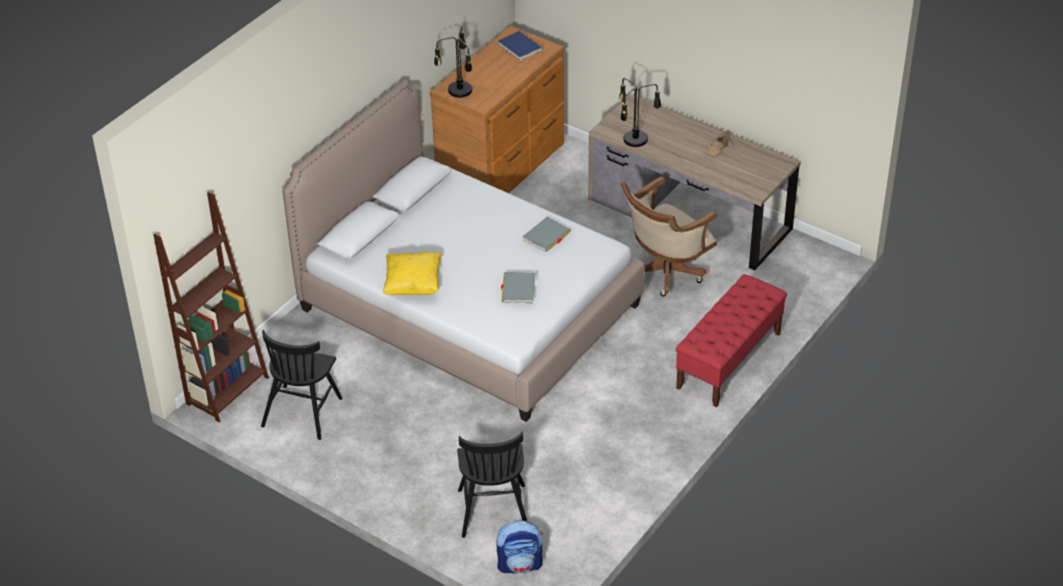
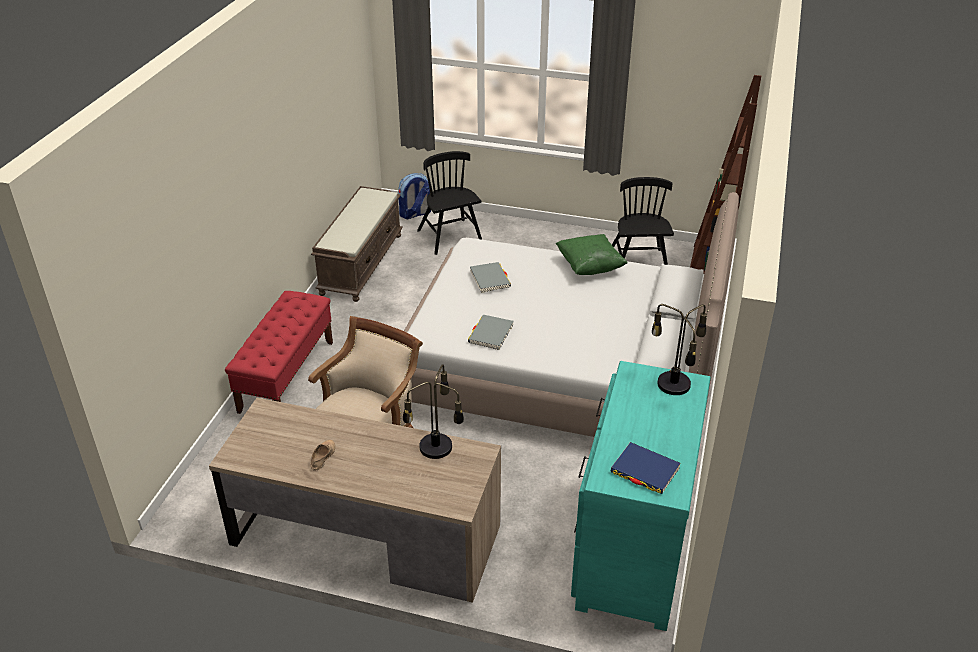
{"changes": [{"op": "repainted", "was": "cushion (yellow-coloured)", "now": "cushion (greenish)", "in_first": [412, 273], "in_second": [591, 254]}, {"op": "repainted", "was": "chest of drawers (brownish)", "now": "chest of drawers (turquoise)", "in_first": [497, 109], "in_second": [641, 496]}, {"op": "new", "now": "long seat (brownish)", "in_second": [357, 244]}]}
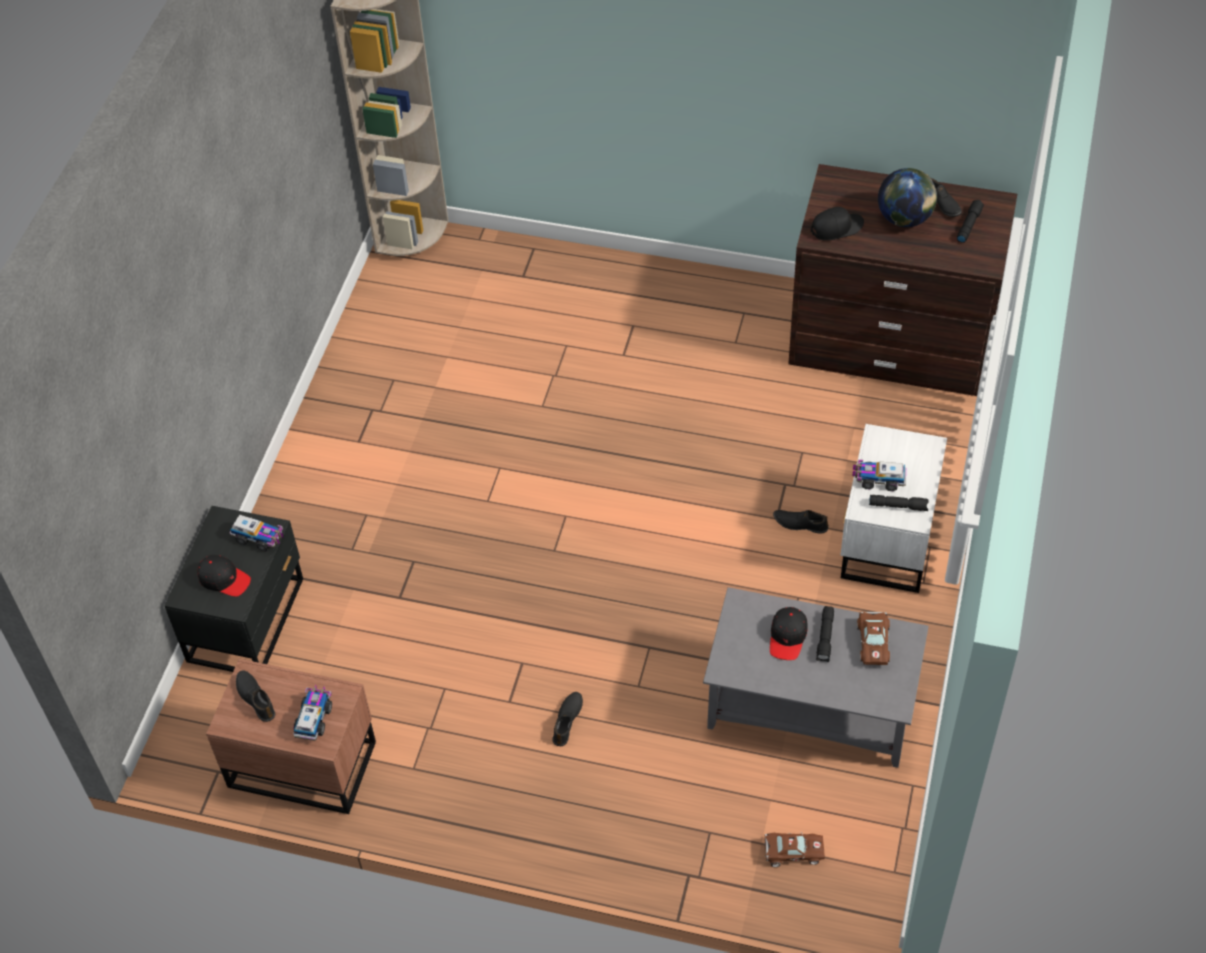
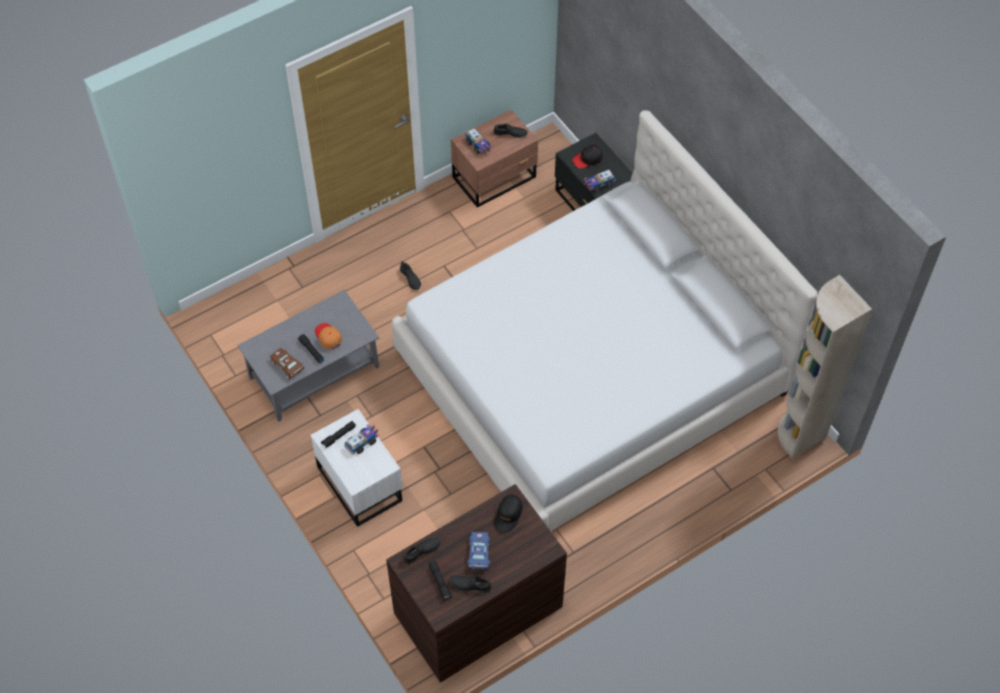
{"changes": [{"op": "gone", "was": "toy car (brownish)", "in_first": [794, 849]}, {"op": "repainted", "was": "baseball cap (blackish)", "now": "baseball cap (orange)", "in_first": [789, 633], "in_second": [328, 336]}, {"op": "shifted", "was": "low shoe (blackish)", "in_first": [801, 522], "in_second": [421, 551]}, {"op": "swapped", "was": "world globe", "now": "toy car (bluish)", "in_first": [907, 197], "in_second": [478, 551]}, {"op": "new", "now": "bed (white)", "in_second": [605, 320]}]}
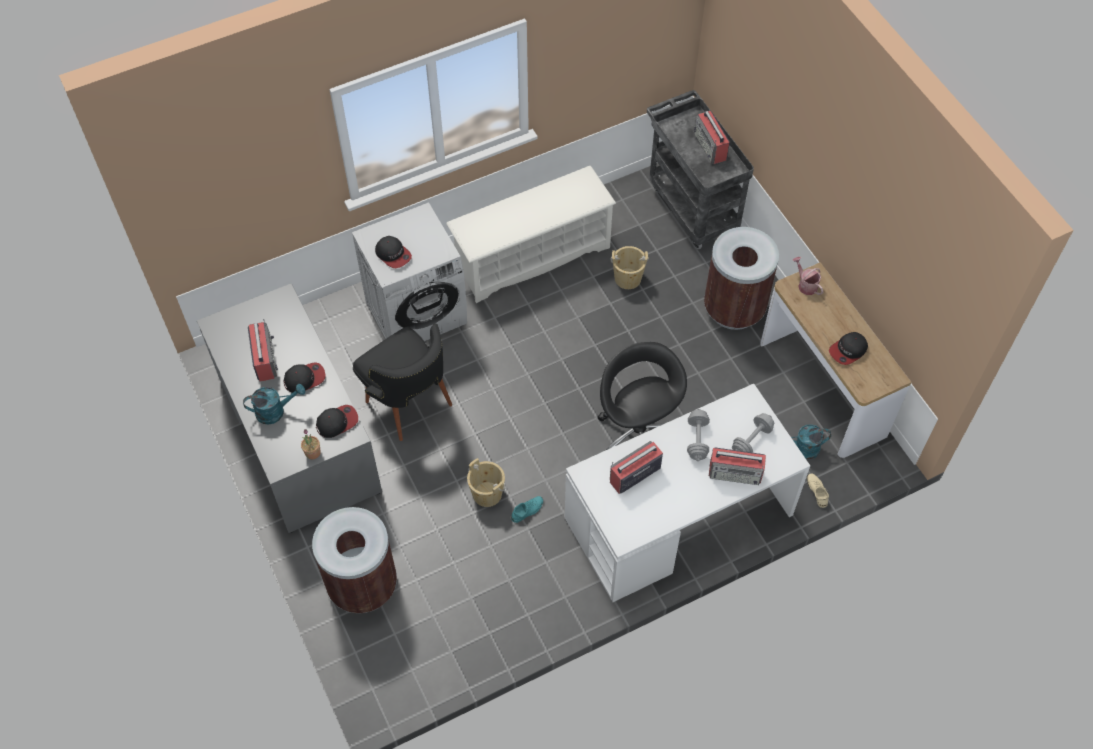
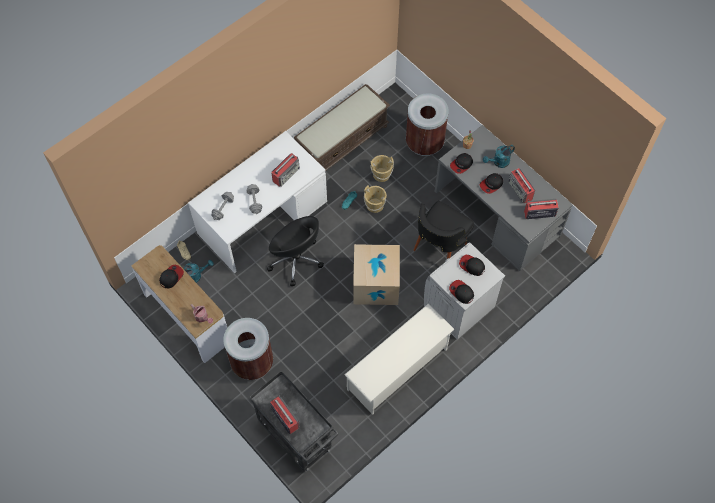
{"changes": [{"op": "rotated", "was": "plain chair (blackish)", "in_first": [402, 382], "in_second": [443, 230], "clockwise": -90}, {"op": "shifted", "was": "bucket (sand-coloured)", "in_first": [629, 267], "in_second": [382, 168]}, {"op": "shifted", "was": "radio set", "in_first": [737, 466], "in_second": [541, 209]}, {"op": "new", "now": "long seat (brownish)", "in_second": [342, 127]}, {"op": "new", "now": "packing box", "in_second": [376, 274]}, {"op": "new", "now": "baseball cap", "in_second": [461, 292]}]}
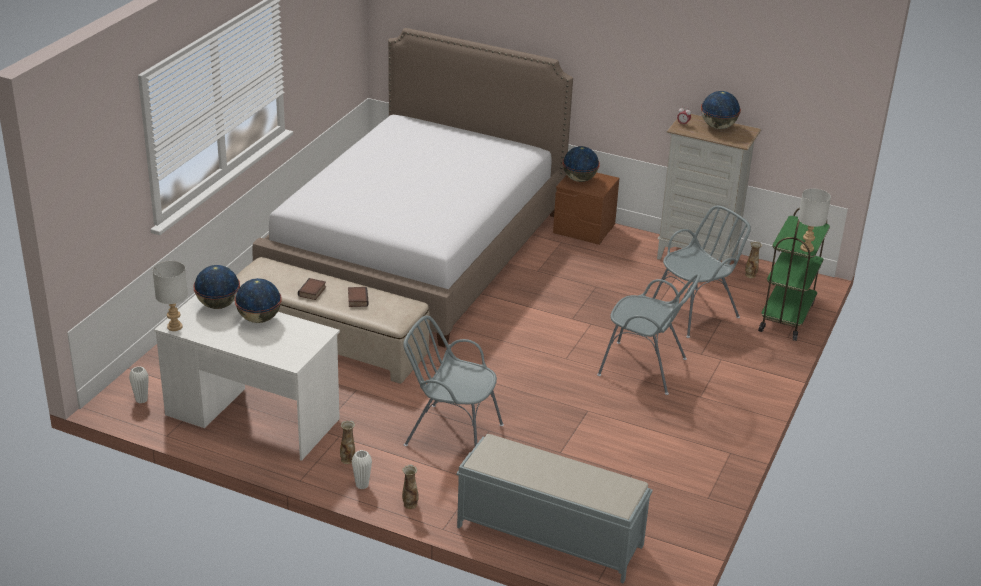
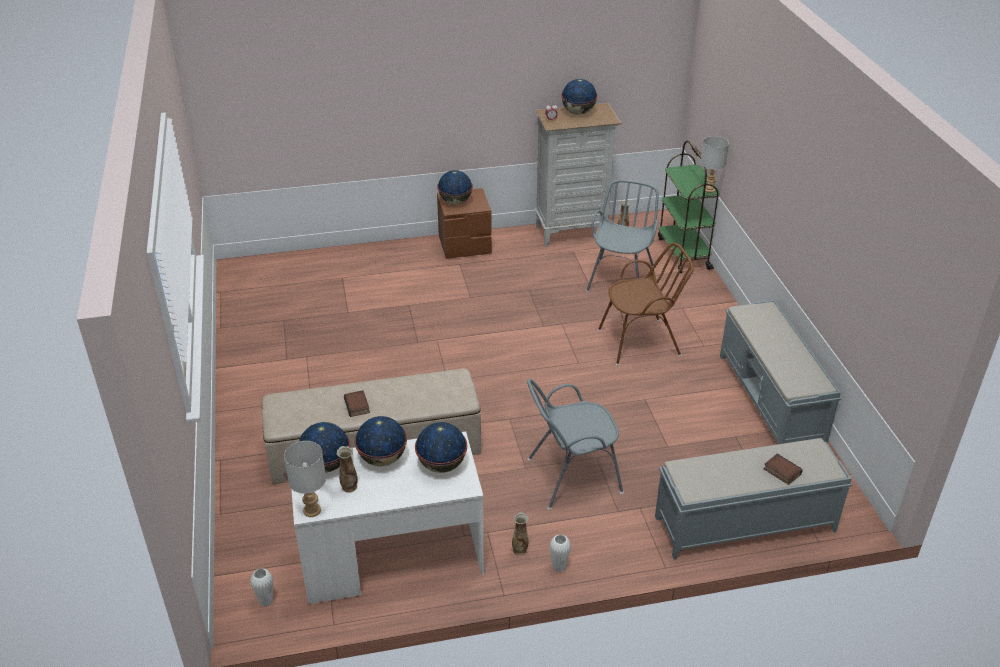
{"changes": [{"op": "gone", "was": "bed", "in_first": [412, 188]}, {"op": "shifted", "was": "volume", "in_first": [358, 297], "in_second": [783, 469]}, {"op": "shifted", "was": "decorative vase", "in_first": [410, 486], "in_second": [347, 469]}, {"op": "repainted", "was": "plain chair (greyish)", "now": "plain chair (brownish)", "in_first": [649, 334], "in_second": [646, 304]}, {"op": "new", "now": "world globe", "in_second": [441, 447]}, {"op": "new", "now": "long seat (greyish)", "in_second": [780, 372]}]}
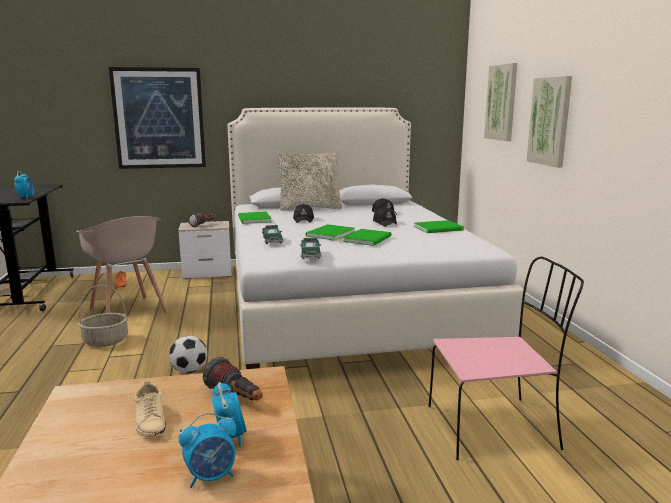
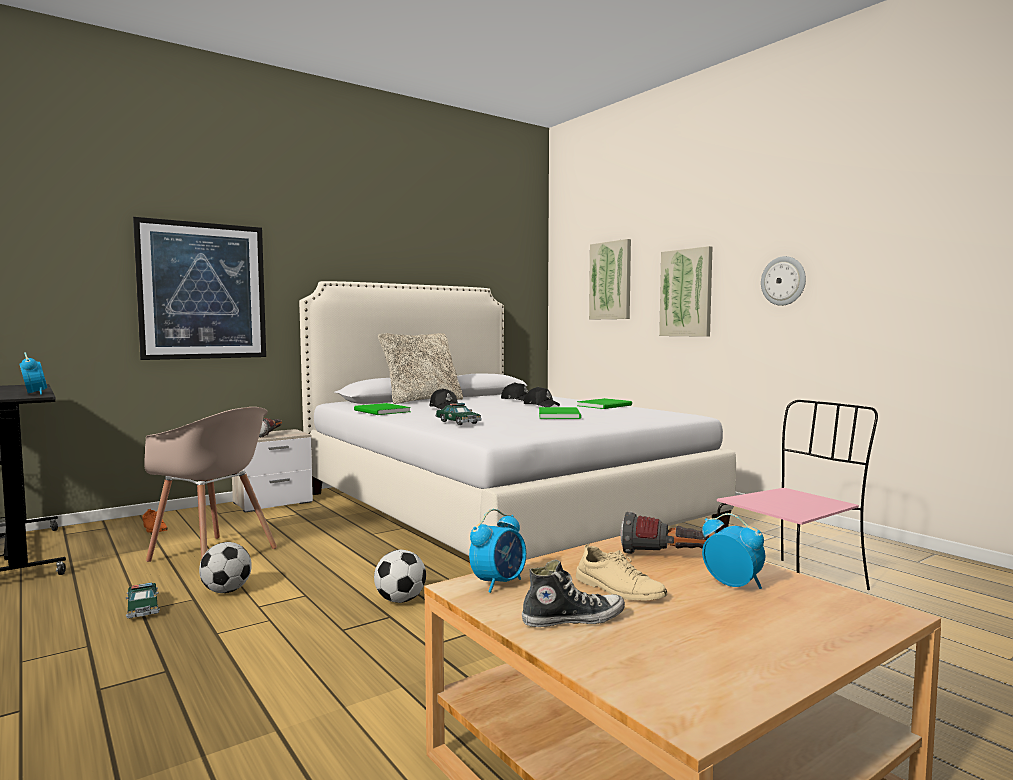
{"changes": [{"op": "swapped", "was": "household basket", "now": "football", "in_first": [103, 316], "in_second": [225, 567]}, {"op": "shifted", "was": "table clock", "in_first": [208, 450], "in_second": [497, 551]}, {"op": "shifted", "was": "toy car", "in_first": [311, 248], "in_second": [143, 601]}, {"op": "gone", "was": "volume (greenish)", "in_first": [330, 232]}, {"op": "new", "now": "low shoe", "in_second": [573, 593]}, {"op": "new", "now": "wall clock", "in_second": [783, 281]}]}
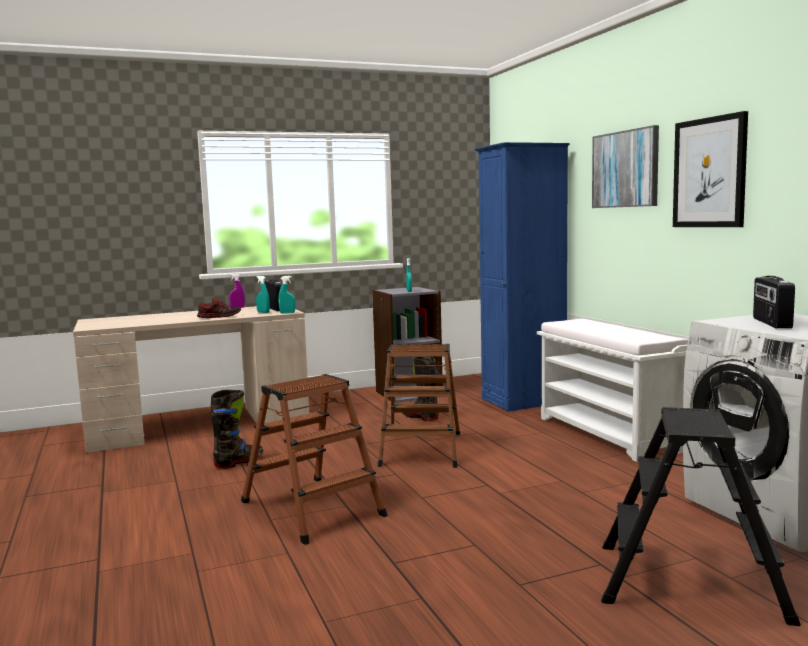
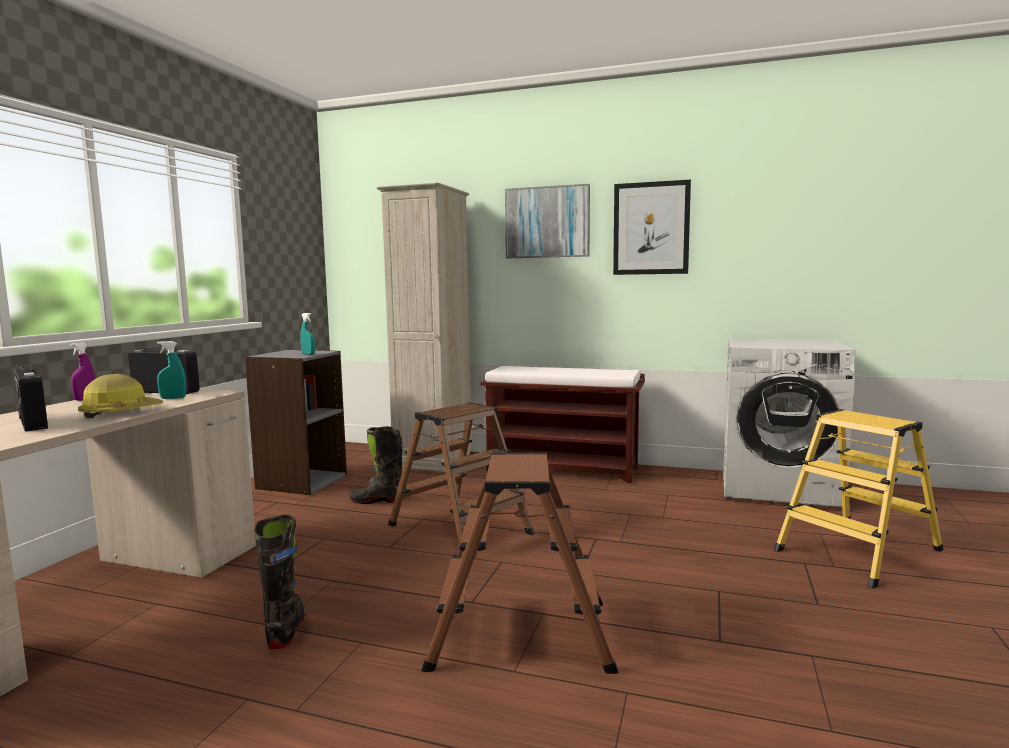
{"changes": [{"op": "swapped", "was": "low shoe", "now": "hard hat", "in_first": [219, 307], "in_second": [121, 396]}, {"op": "gone", "was": "spray bottle (turquoise)", "in_first": [286, 295]}, {"op": "repainted", "was": "cabinet (bluish)", "now": "cabinet (sand-coloured)", "in_first": [522, 276], "in_second": [424, 327]}, {"op": "repainted", "was": "long seat (white)", "now": "long seat (brownish)", "in_first": [612, 390], "in_second": [562, 424]}, {"op": "repainted", "was": "step ladder (blackish)", "now": "step ladder (yellow-coloured)", "in_first": [701, 516], "in_second": [859, 499]}, {"op": "shifted", "was": "radio set", "in_first": [774, 302], "in_second": [31, 398]}]}
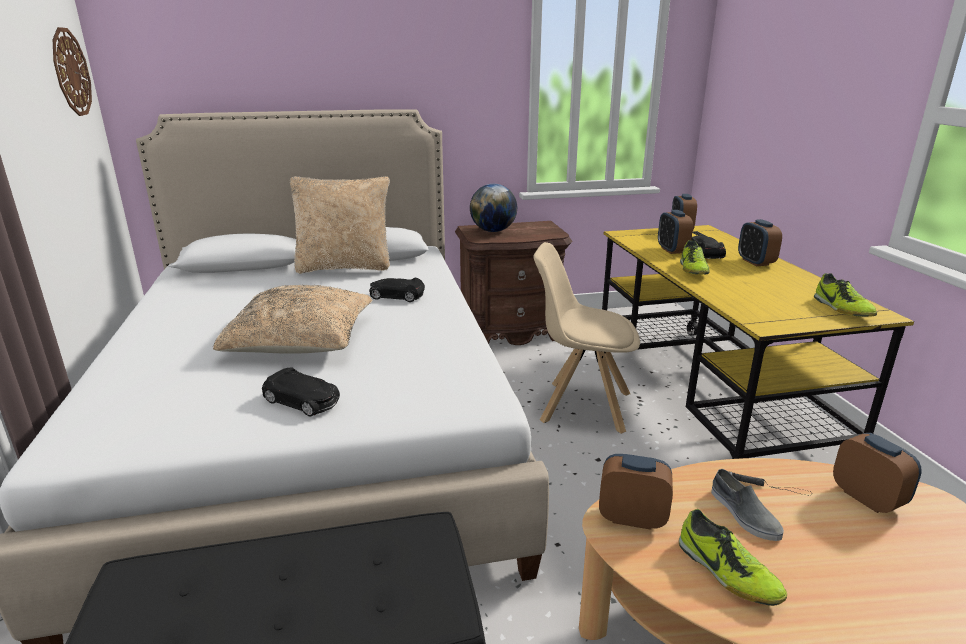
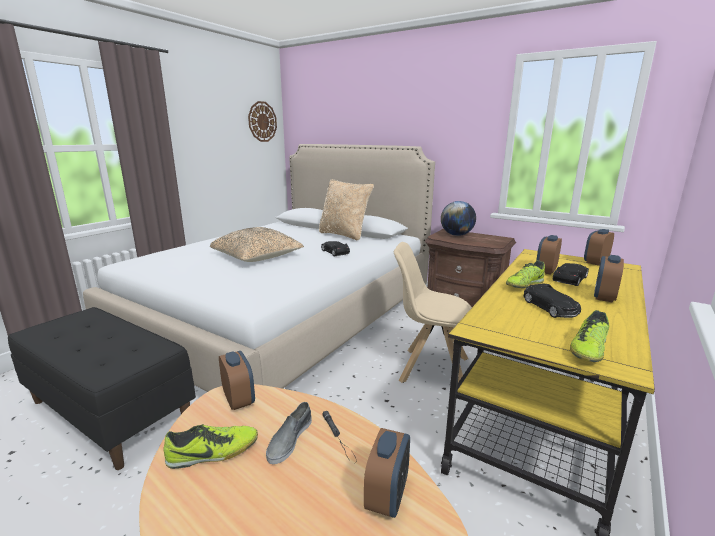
{"changes": [{"op": "shifted", "was": "toy car (blackish)", "in_first": [301, 391], "in_second": [552, 300]}, {"op": "rotated", "was": "plain chair (sand-coloured)", "in_first": [586, 338], "in_second": [433, 312], "clockwise": -45}, {"op": "rotated", "was": "low shoe", "in_first": [733, 557], "in_second": [210, 446], "clockwise": -120}]}
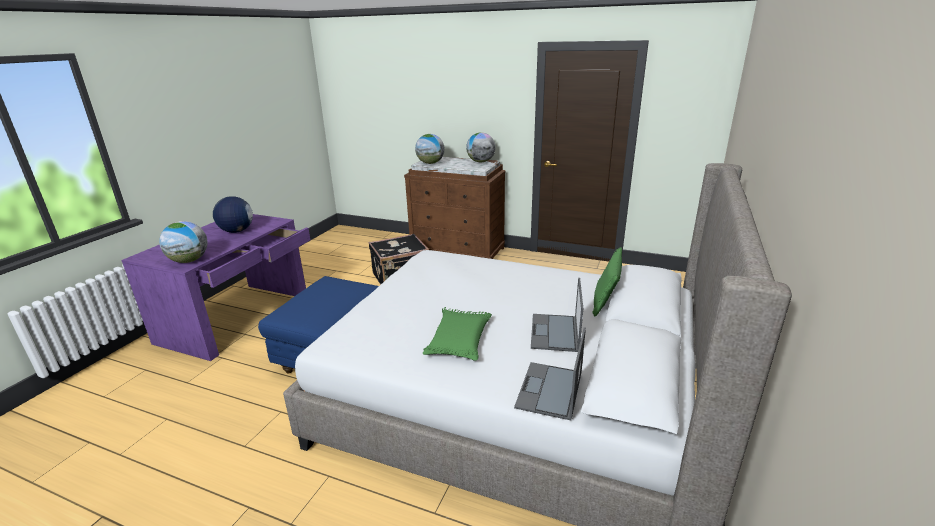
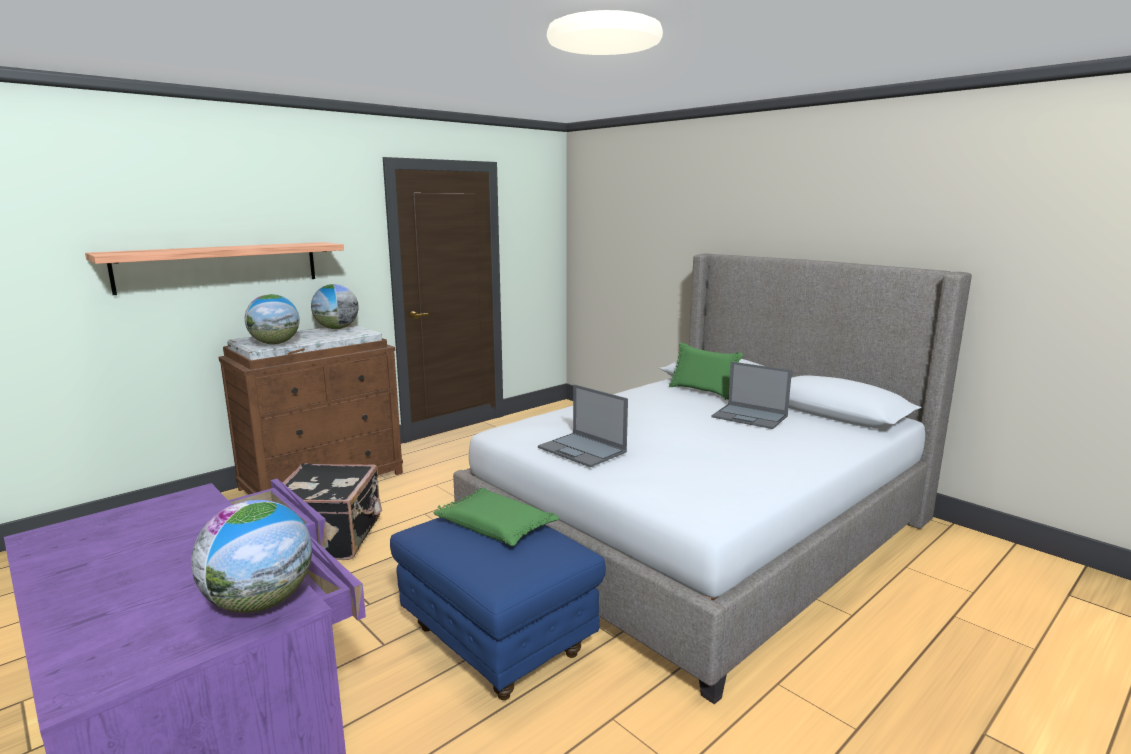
{"changes": [{"op": "gone", "was": "world globe", "in_first": [233, 214]}, {"op": "shifted", "was": "cushion (greenish)", "in_first": [457, 334], "in_second": [496, 516]}, {"op": "shifted", "was": "laptop", "in_first": [550, 374], "in_second": [583, 425]}, {"op": "new", "now": "wall shelf", "in_second": [214, 268]}]}
